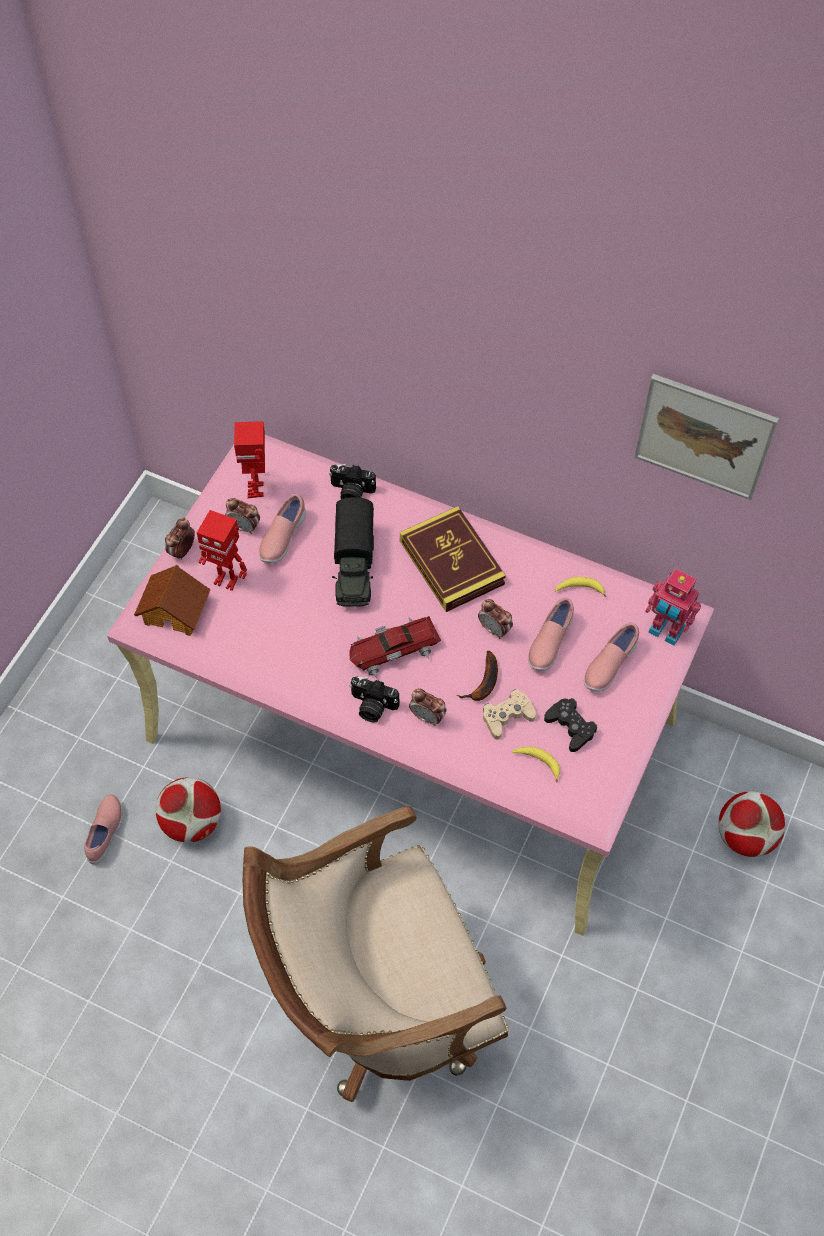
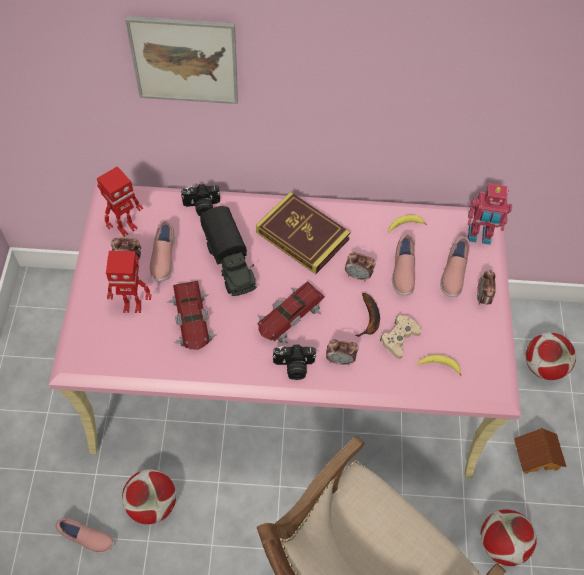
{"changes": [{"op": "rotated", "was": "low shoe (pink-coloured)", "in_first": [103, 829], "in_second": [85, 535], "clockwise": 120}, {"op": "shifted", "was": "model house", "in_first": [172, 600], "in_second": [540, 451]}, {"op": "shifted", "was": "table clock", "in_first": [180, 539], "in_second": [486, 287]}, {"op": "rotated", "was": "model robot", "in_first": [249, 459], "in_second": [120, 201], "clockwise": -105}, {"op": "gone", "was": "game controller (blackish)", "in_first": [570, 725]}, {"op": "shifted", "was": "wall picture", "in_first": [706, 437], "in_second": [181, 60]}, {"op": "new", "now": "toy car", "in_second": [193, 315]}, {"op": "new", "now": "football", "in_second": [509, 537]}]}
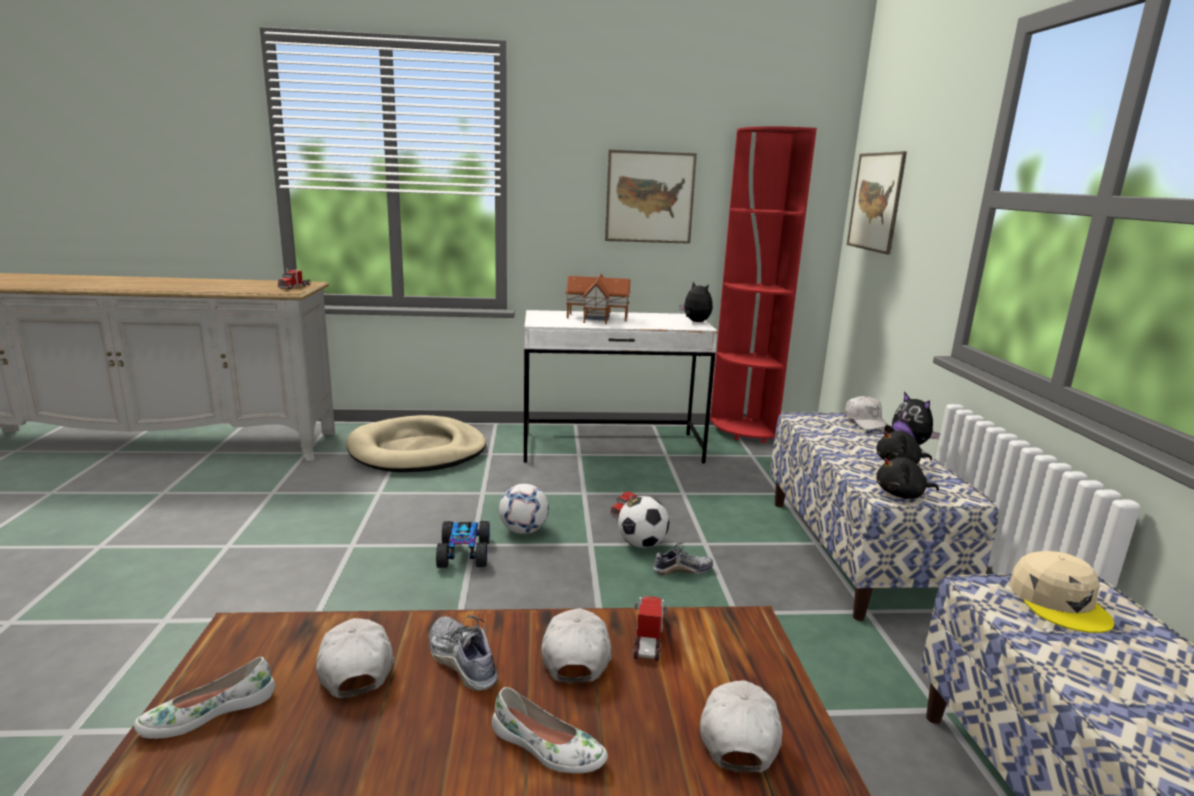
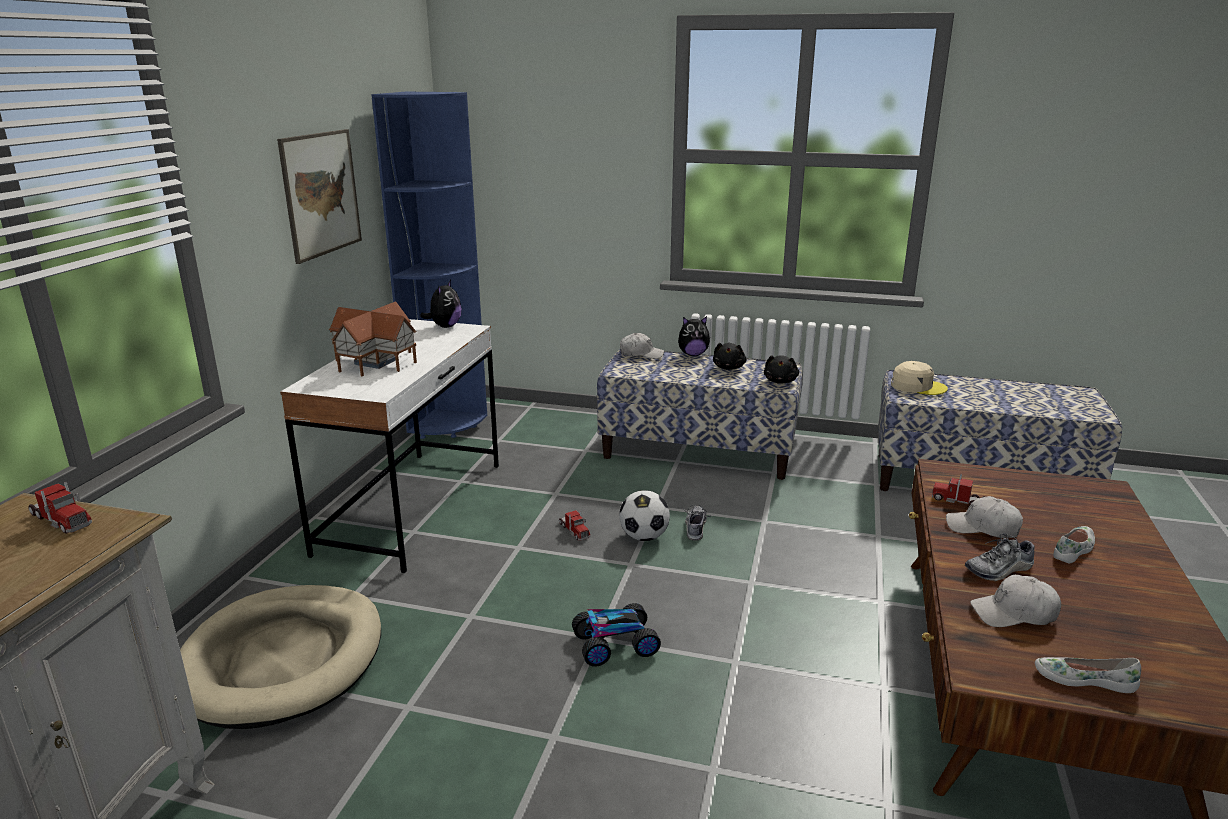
{"changes": [{"op": "rotated", "was": "low shoe (white)", "in_first": [204, 698], "in_second": [1088, 675], "clockwise": 120}, {"op": "rotated", "was": "toy car", "in_first": [463, 544], "in_second": [616, 635], "clockwise": 150}, {"op": "gone", "was": "football", "in_first": [524, 509]}, {"op": "rotated", "was": "soft toy", "in_first": [696, 301], "in_second": [441, 304], "clockwise": 120}, {"op": "gone", "was": "baseball cap (white)", "in_first": [741, 726]}, {"op": "repainted", "was": "bookcase (red)", "now": "bookcase (bluish)", "in_first": [763, 284], "in_second": [429, 265]}, {"op": "gone", "was": "wall picture", "in_first": [877, 203]}]}
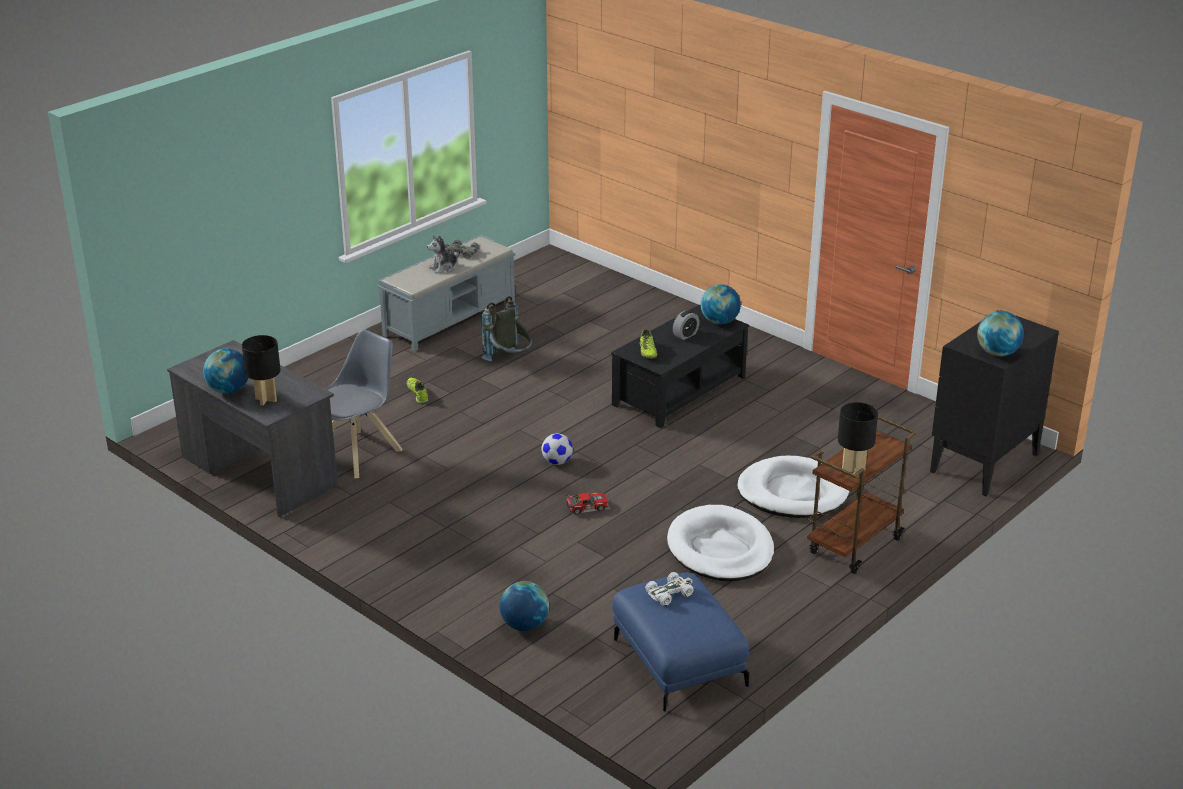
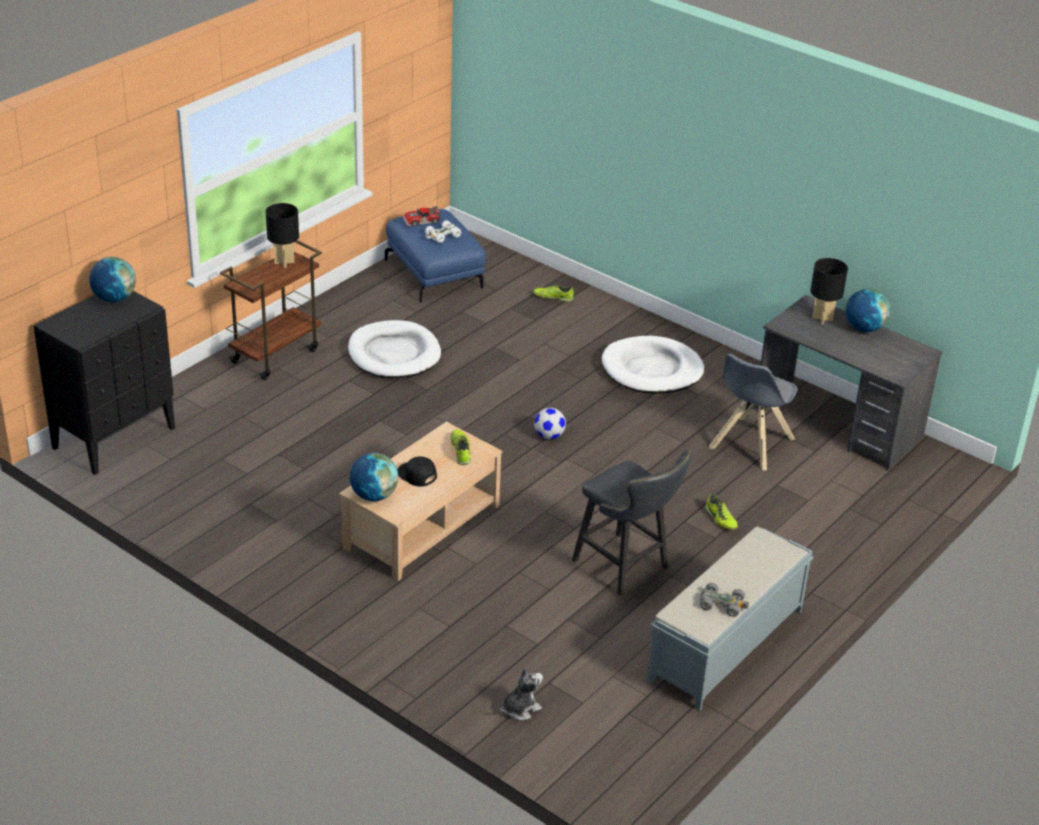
{"changes": [{"op": "shifted", "was": "soft toy", "in_first": [444, 254], "in_second": [521, 694]}, {"op": "swapped", "was": "rucksack (greyish)", "now": "sitting stool (greyish)", "in_first": [506, 328], "in_second": [632, 523]}, {"op": "swapped", "was": "world globe", "now": "low shoe", "in_first": [524, 606], "in_second": [553, 293]}, {"op": "shifted", "was": "toy car", "in_first": [587, 503], "in_second": [422, 216]}, {"op": "repainted", "was": "low table (blackish)", "now": "low table (sand-coloured)", "in_first": [680, 366], "in_second": [420, 501]}, {"op": "swapped", "was": "table clock", "now": "baseball cap (blackish)", "in_first": [686, 325], "in_second": [417, 471]}, {"op": "shifted", "was": "pet bed (white)", "in_first": [793, 487], "in_second": [653, 365]}]}
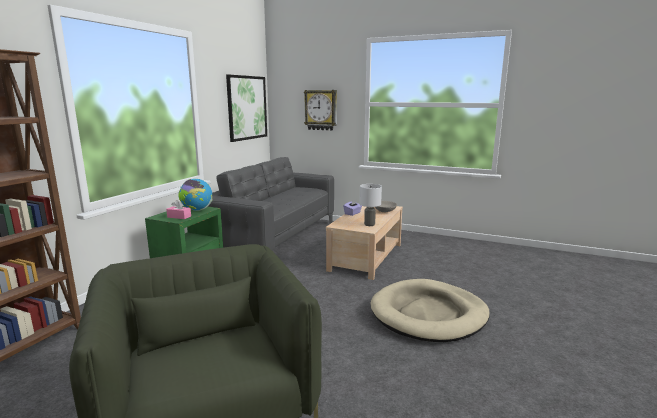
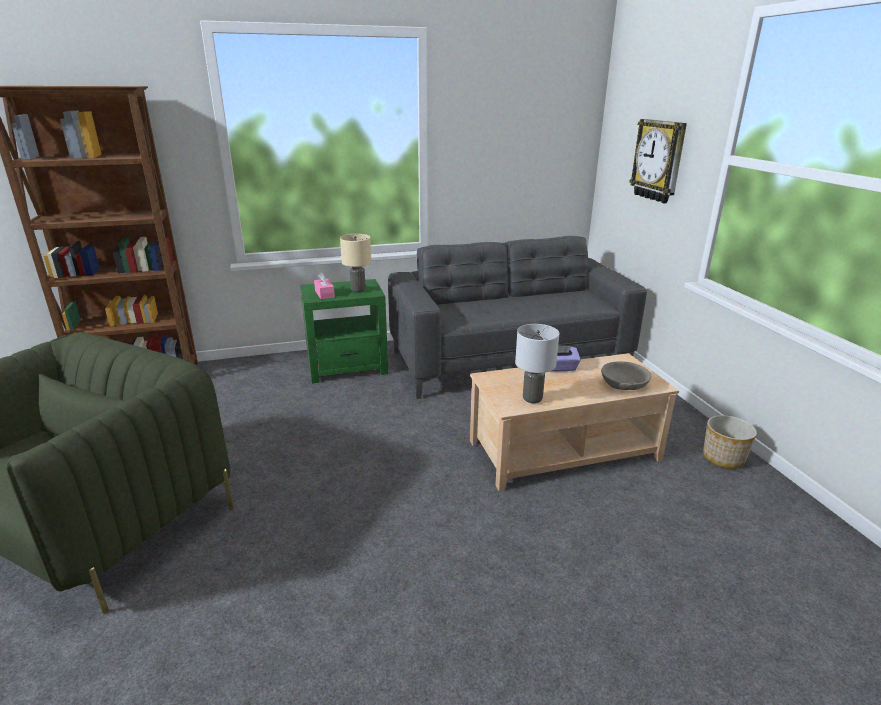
{"changes": [{"op": "swapped", "was": "world globe", "now": "lamp for a table (sand-coloured)", "in_first": [195, 195], "in_second": [355, 263]}, {"op": "gone", "was": "wall picture", "in_first": [246, 108]}, {"op": "gone", "was": "pet bed (sand-coloured)", "in_first": [430, 310]}, {"op": "new", "now": "flower pot", "in_second": [730, 442]}]}
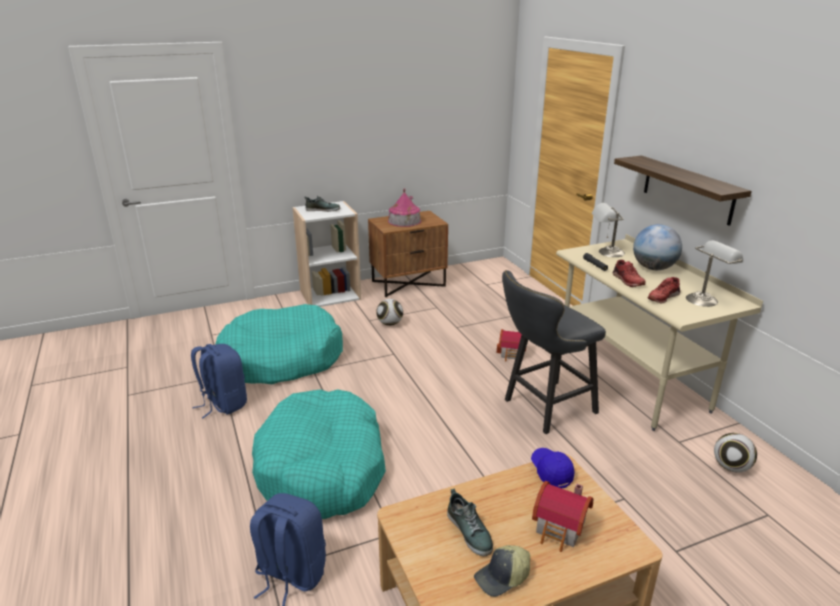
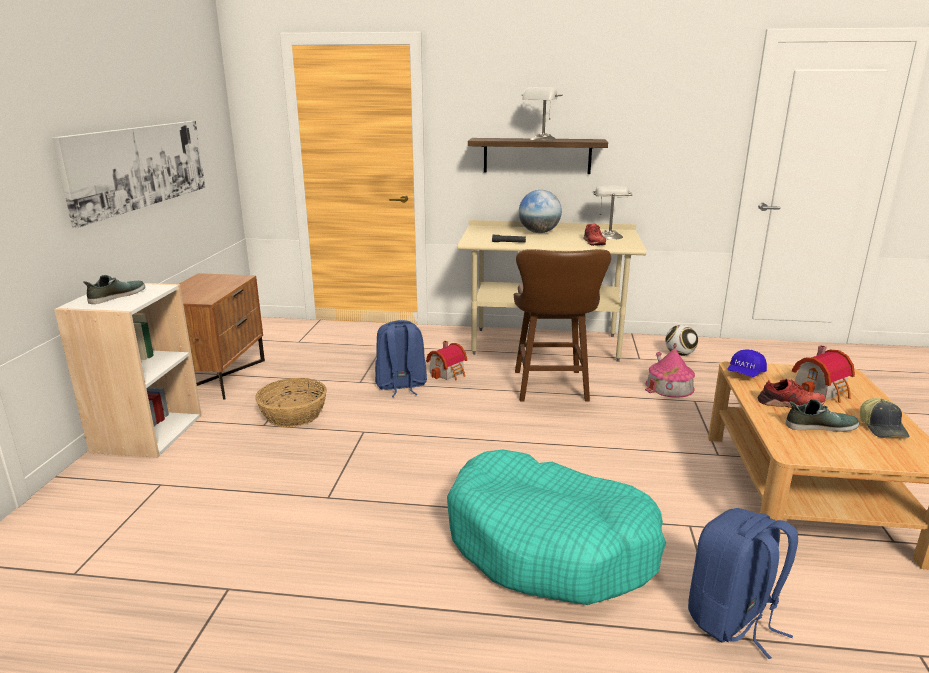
{"changes": [{"op": "shifted", "was": "rucksack (bluish)", "in_first": [219, 381], "in_second": [401, 358]}, {"op": "gone", "was": "pet bed (turquoise)", "in_first": [279, 344]}, {"op": "swapped", "was": "football", "now": "household basket", "in_first": [389, 312], "in_second": [291, 402]}, {"op": "shifted", "was": "model house", "in_first": [404, 207], "in_second": [670, 370]}, {"op": "repainted", "was": "sitting stool (greyish)", "now": "sitting stool (brownish)", "in_first": [554, 352], "in_second": [562, 325]}, {"op": "rotated", "was": "baseball cap (bluish)", "in_first": [552, 468], "in_second": [747, 363], "clockwise": -60}, {"op": "shifted", "was": "lamp for a table (white)", "in_first": [608, 230], "in_second": [542, 114]}, {"op": "shifted", "was": "low shoe (red)", "in_first": [629, 273], "in_second": [791, 393]}, {"op": "new", "now": "wall picture", "in_second": [128, 174]}]}
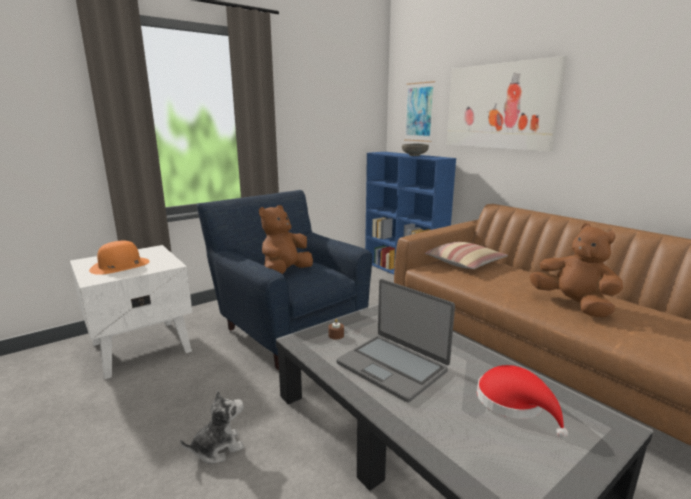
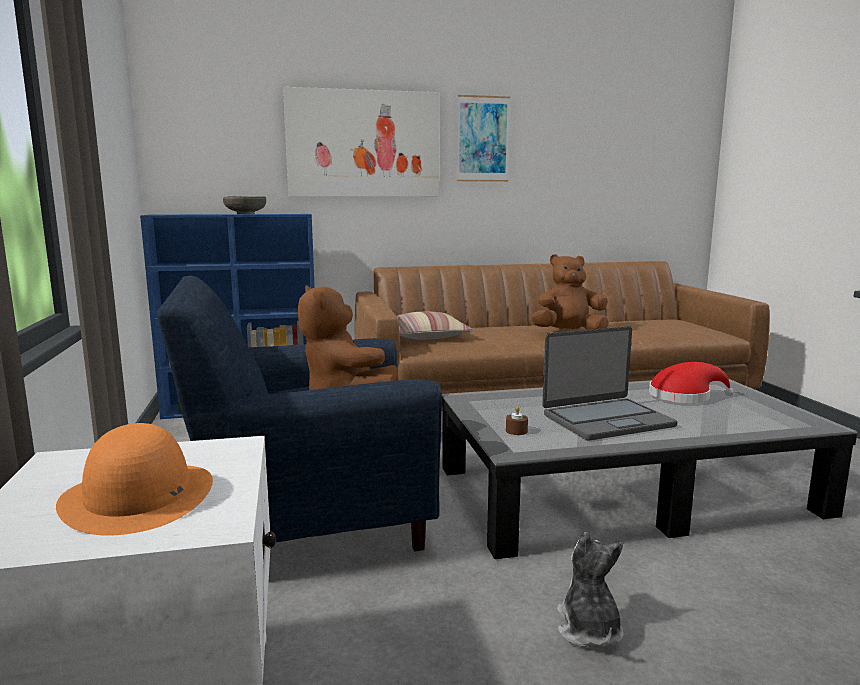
{"changes": [{"op": "shifted", "was": "wall picture", "in_first": [419, 111], "in_second": [483, 138]}]}
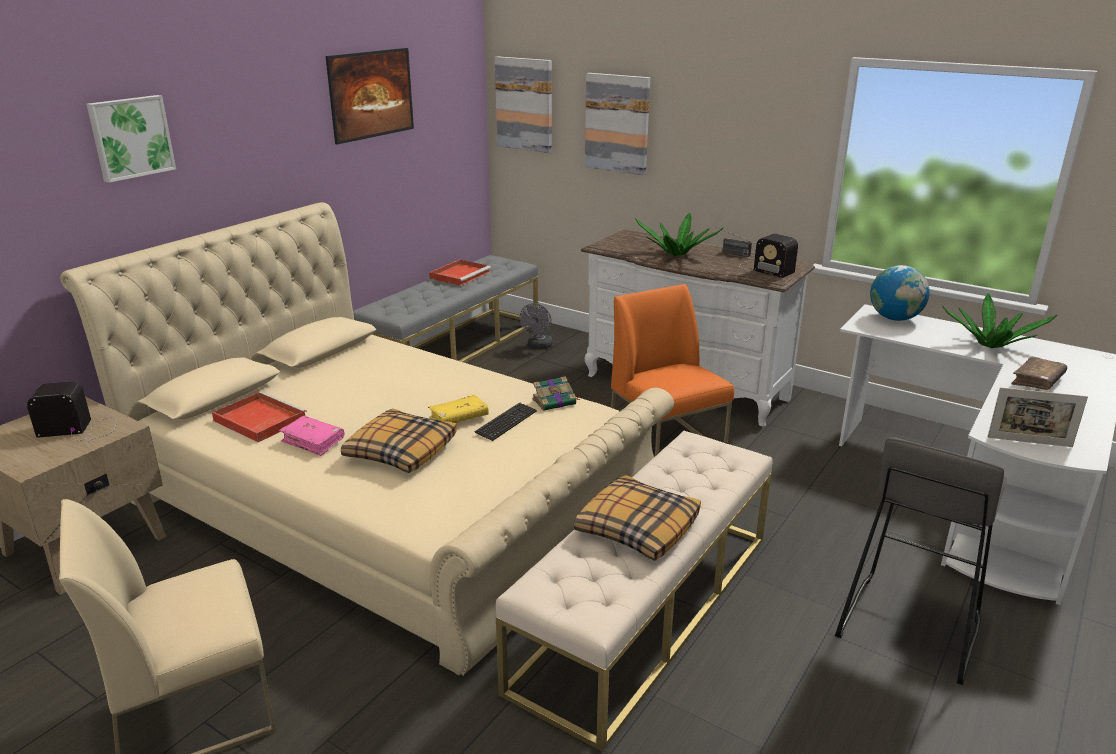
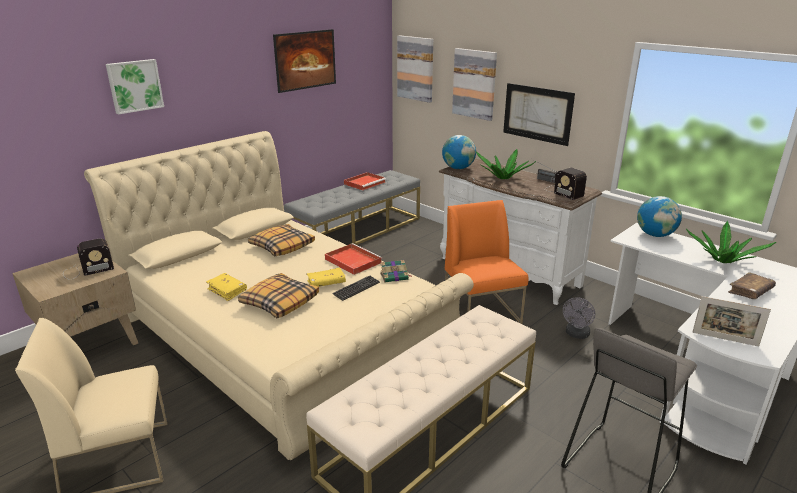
{"changes": [{"op": "rotated", "was": "radio set", "in_first": [71, 413], "in_second": [88, 259], "clockwise": 150}, {"op": "shifted", "was": "carrying tray (red)", "in_first": [259, 416], "in_second": [354, 259]}, {"op": "repainted", "was": "volume (pink-coloured)", "now": "volume (yellow-coloured)", "in_first": [311, 436], "in_second": [226, 287]}, {"op": "shifted", "was": "fan (greyish)", "in_first": [536, 326], "in_second": [579, 318]}, {"op": "shifted", "was": "cushion", "in_first": [637, 518], "in_second": [281, 240]}, {"op": "new", "now": "world globe", "in_second": [459, 152]}, {"op": "new", "now": "wall picture", "in_second": [539, 114]}]}
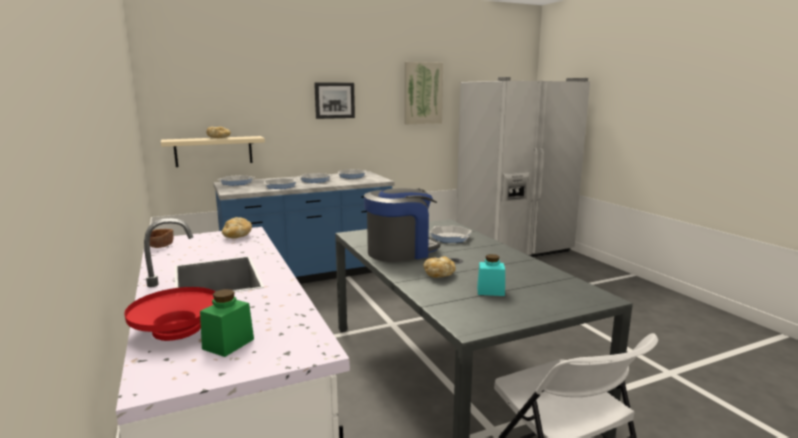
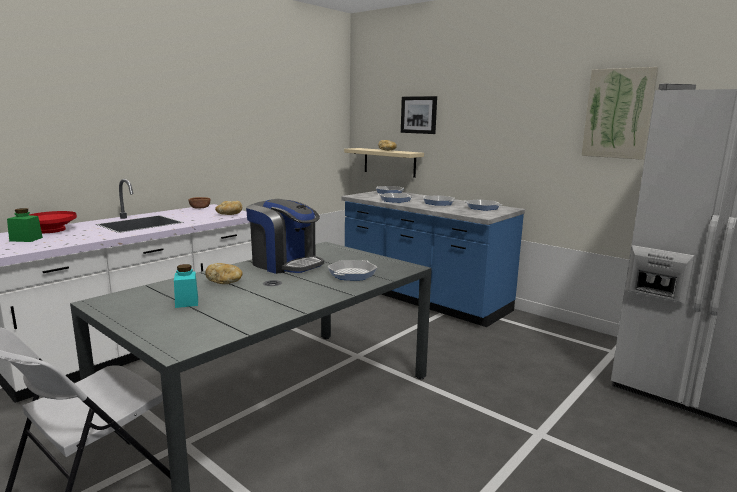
{"changes": [{"op": "shifted", "was": "wall picture", "in_first": [334, 100], "in_second": [419, 115]}]}
